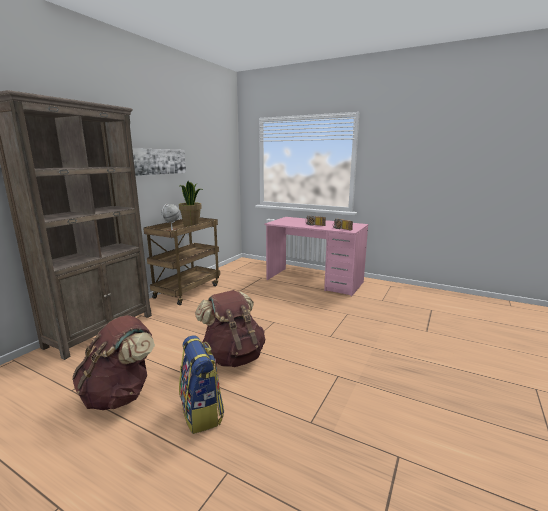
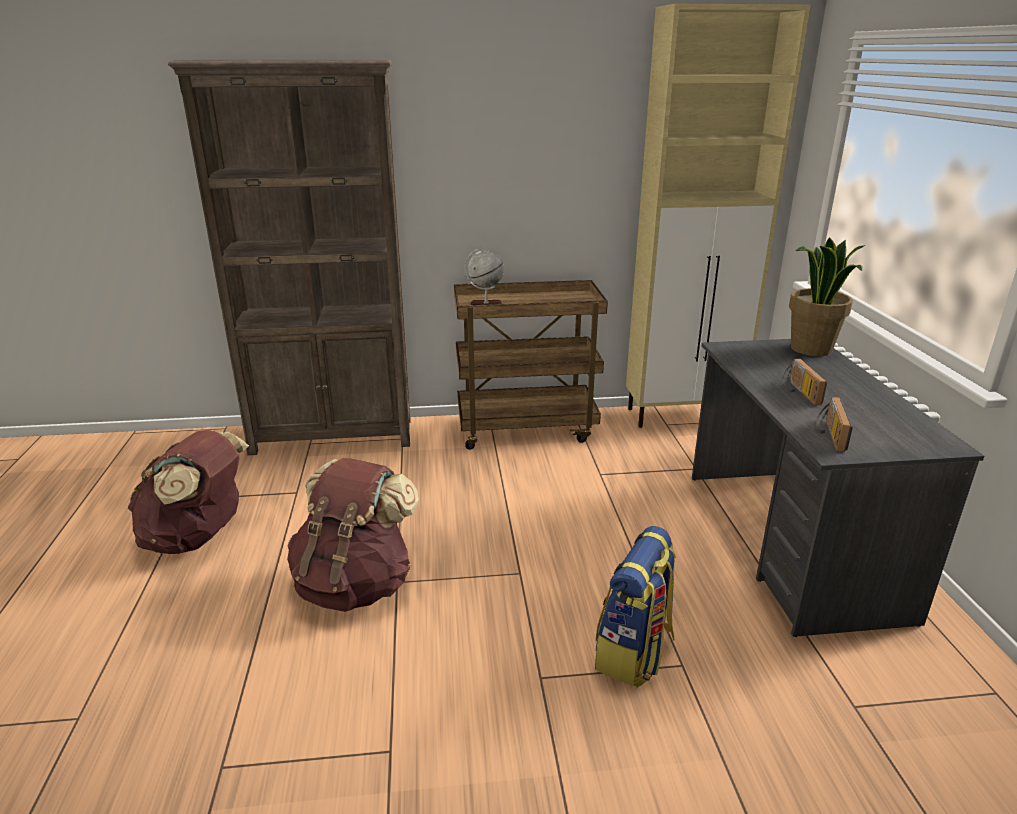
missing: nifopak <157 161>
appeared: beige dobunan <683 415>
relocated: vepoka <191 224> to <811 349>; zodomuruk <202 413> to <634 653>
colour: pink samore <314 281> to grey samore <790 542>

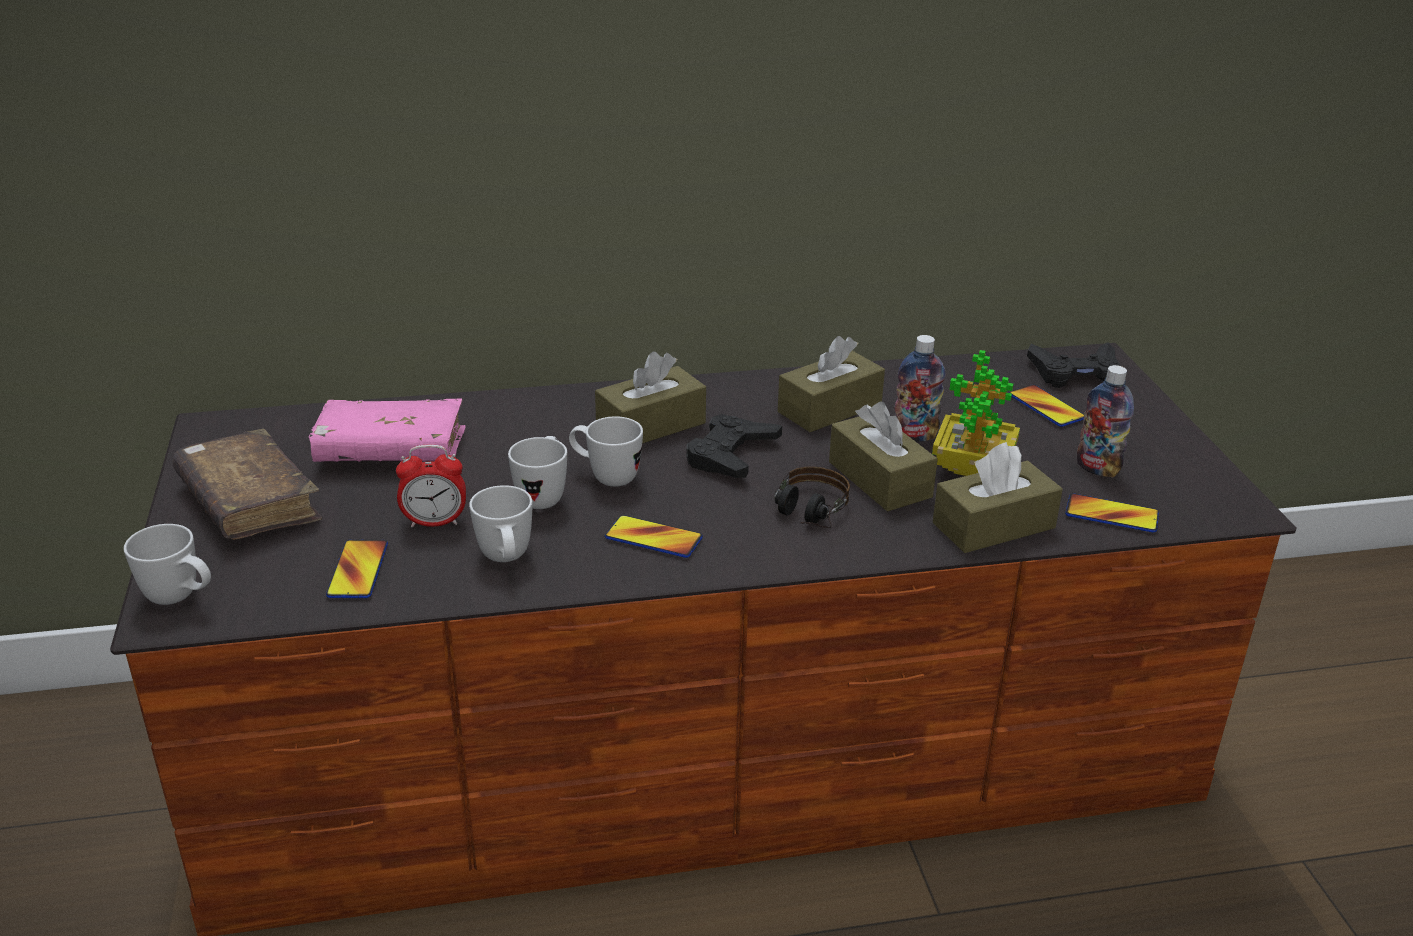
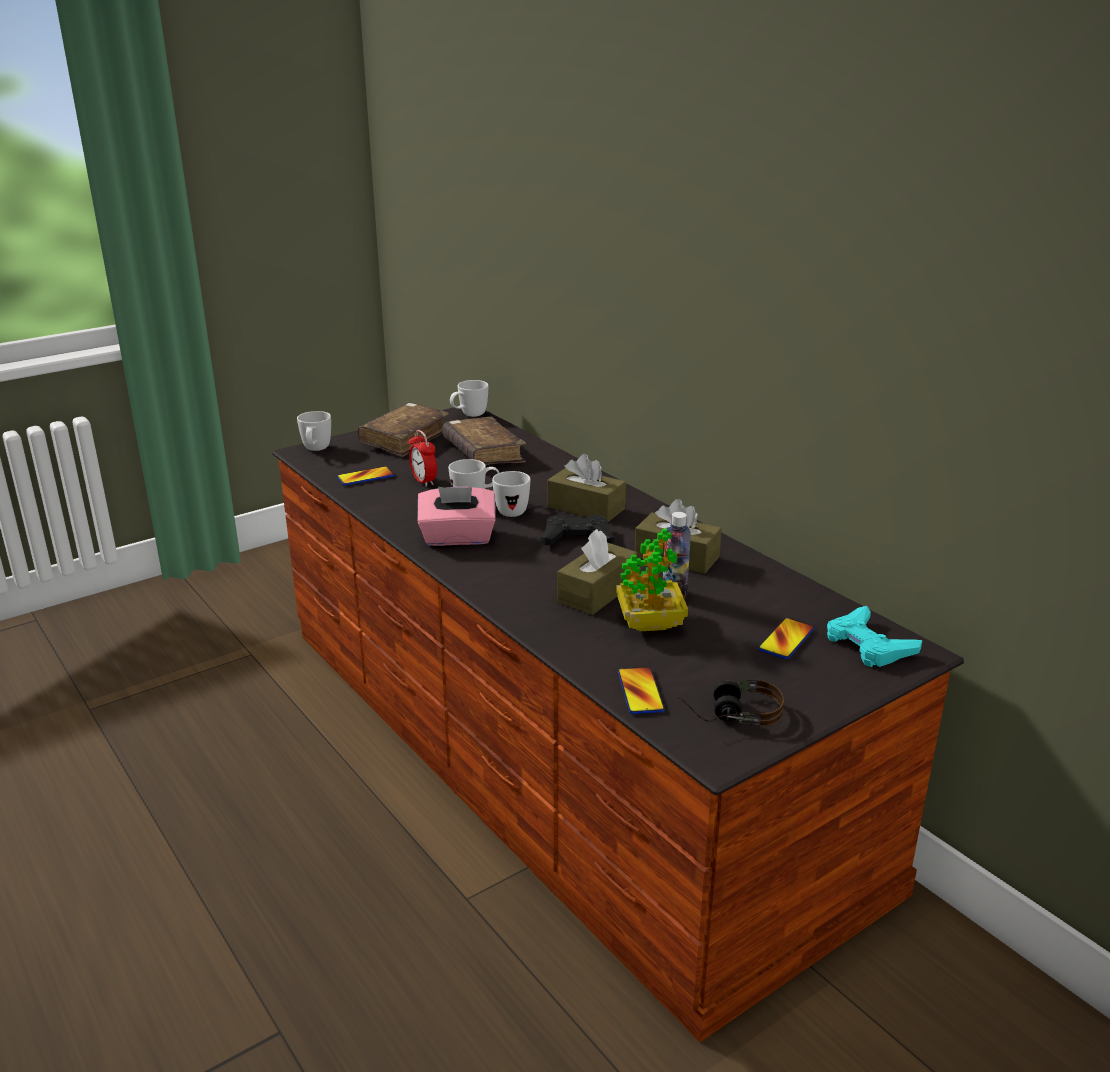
missing: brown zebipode <993 525>; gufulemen <1097 468>
relocated: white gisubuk <506 560> to <469 415>; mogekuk <806 517> to <729 714>
exchanged: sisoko <653 538> to pink zebipode <457 538>
colour: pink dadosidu <390 450> to brown dadosidu <483 453>; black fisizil <1076 373> to turquoise fisizil <868 645>

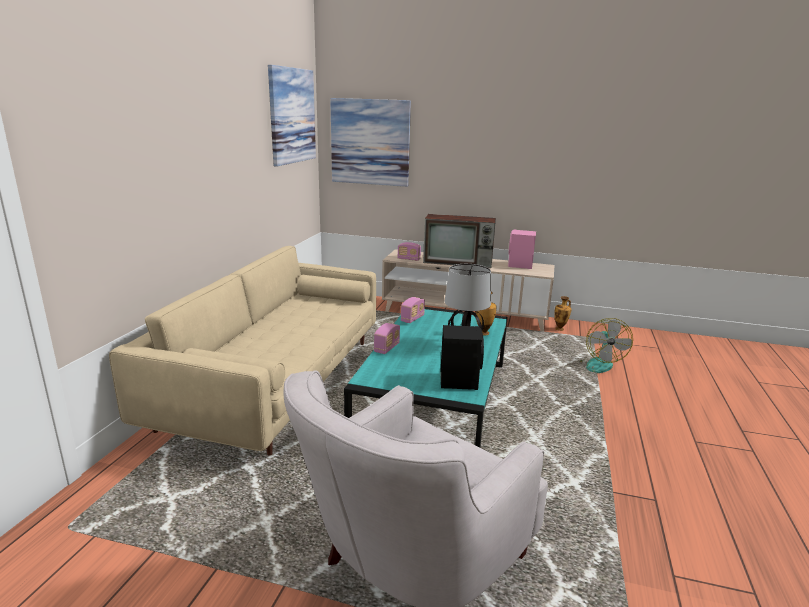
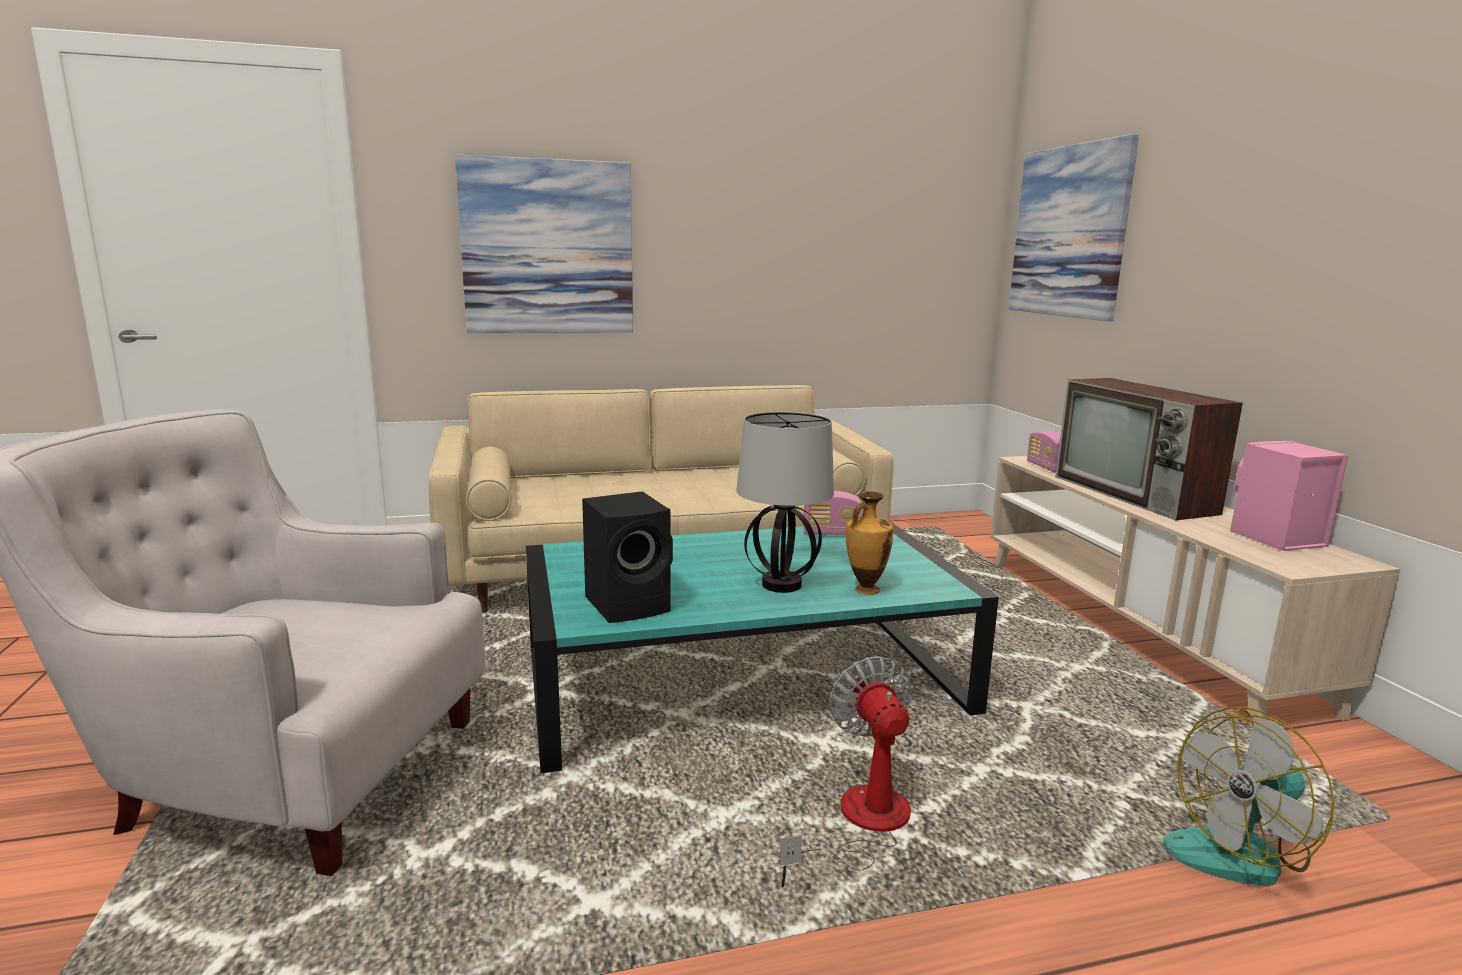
missing: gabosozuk <387 348>; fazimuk <560 329>
appeared: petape <860 825>
relocated: nifopak <292 116> to <548 247>

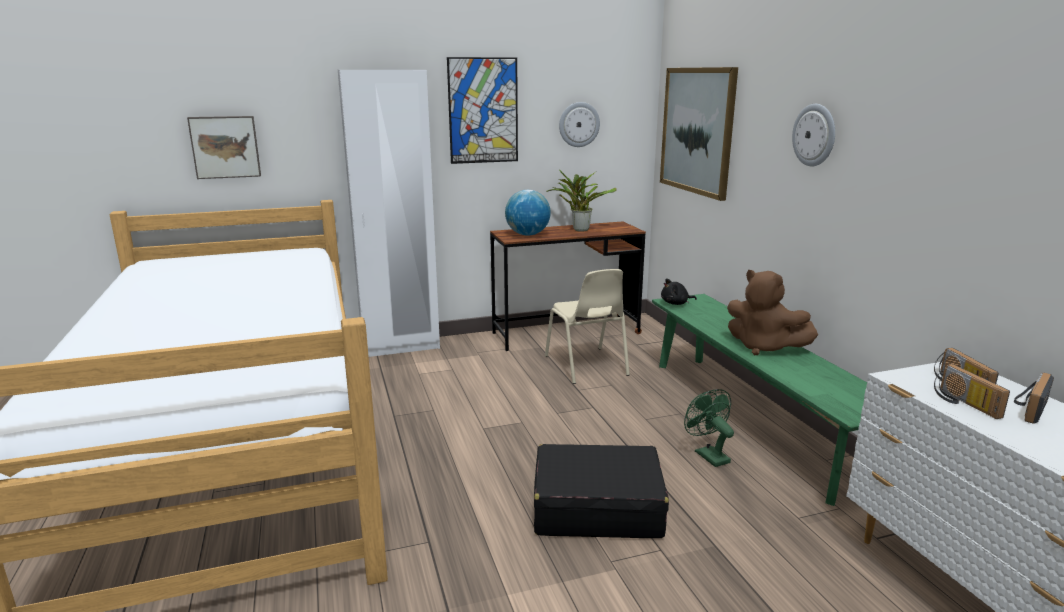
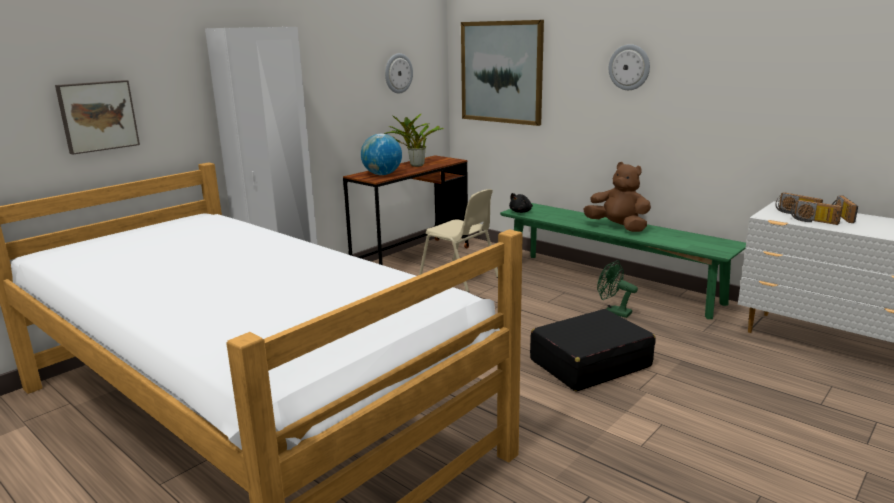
missing: nifopak <483 111>
spun: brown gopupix <763 347> = <618 227> 150 degrees counterclockwise

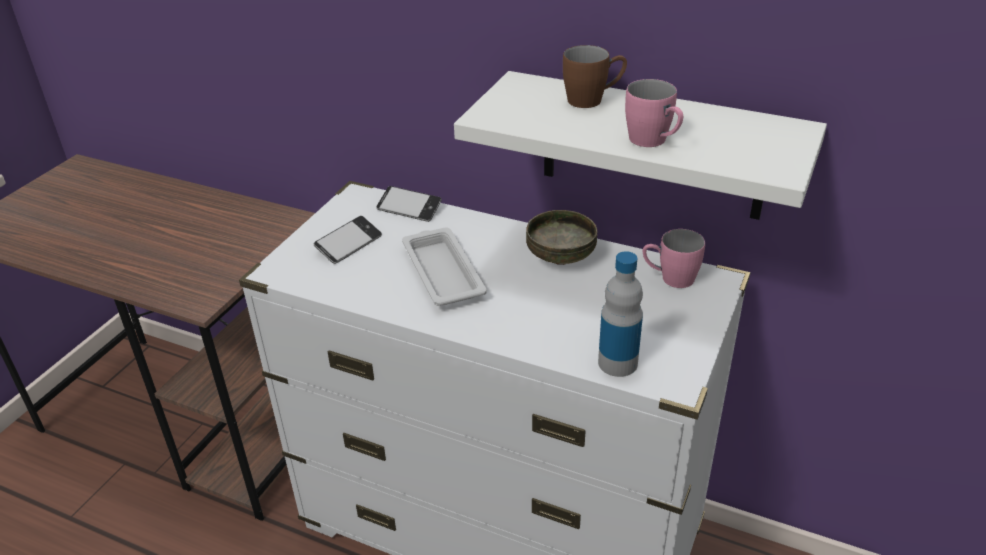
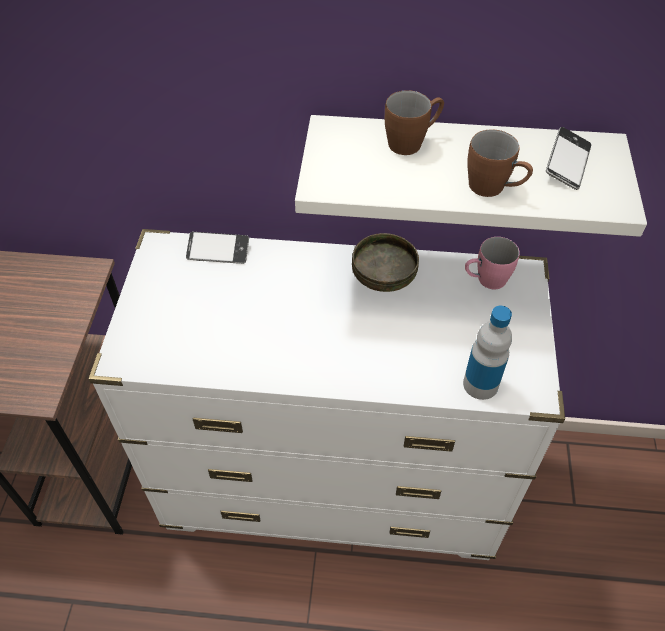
missing: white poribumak <442 271>
relocated: sisoko <349 244> to <567 163>
colour: pink gisubuk <653 142> to brown gisubuk <494 189>

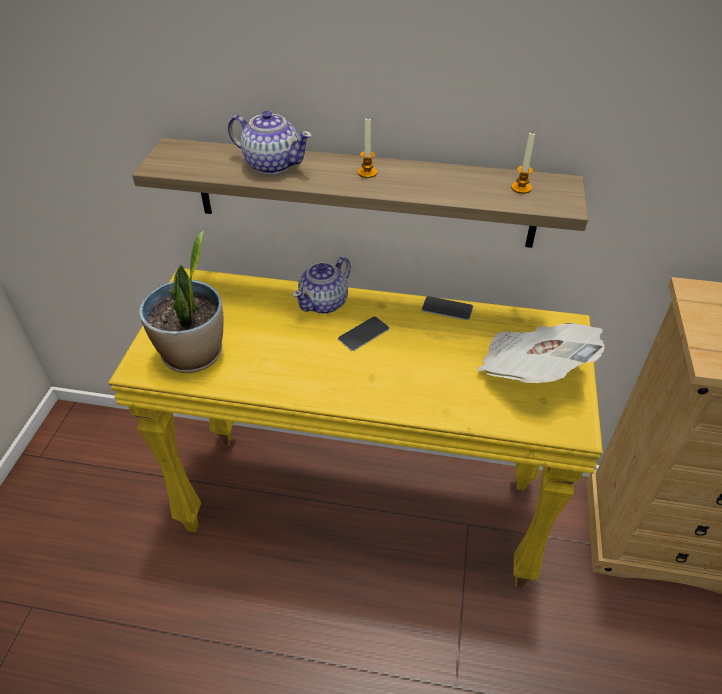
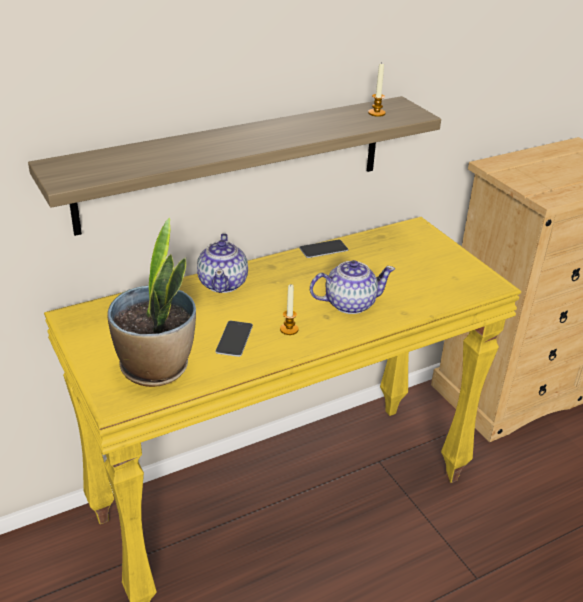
missing: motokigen <531 370>
relocated: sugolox <272 164> to <349 304>; sisoko <363 333> to <234 338>; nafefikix <367 173> to <289 329>

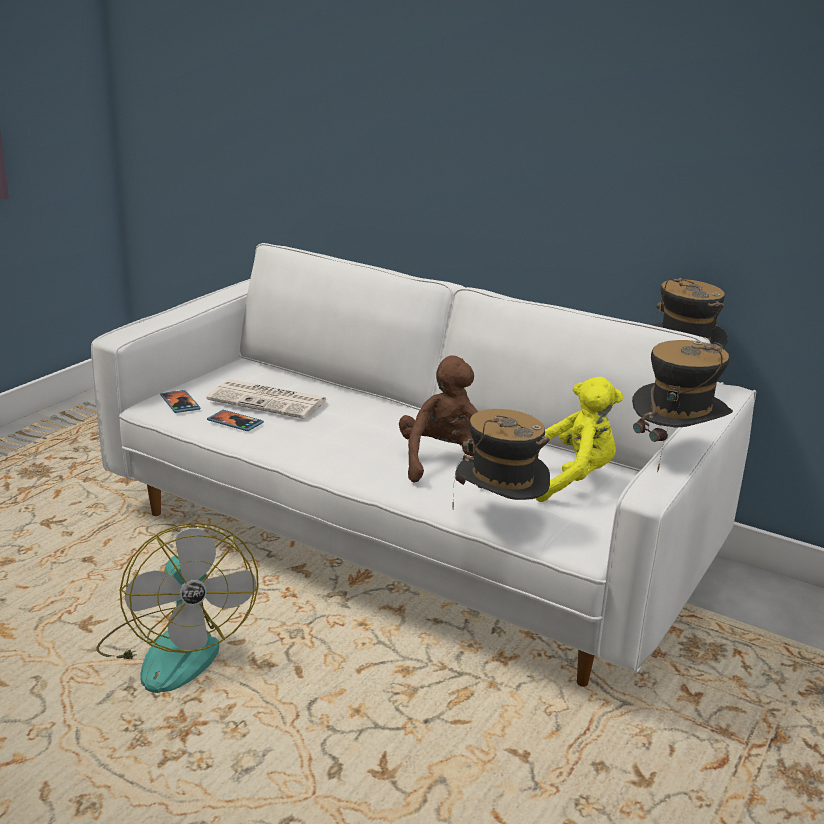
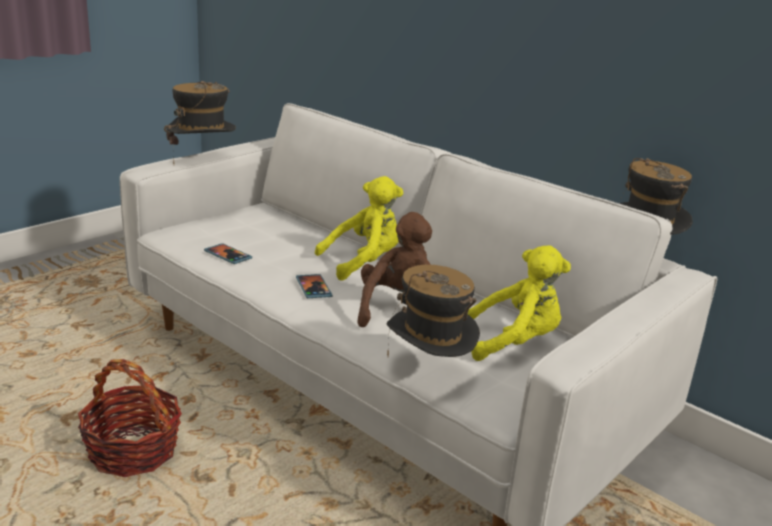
missing: motokigen <269 400>
appeared: yellow gopupix <363 263>
relocated: sisoko <180 403> to <313 288>; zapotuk <673 453> to <202 160>
exchanged: petape <175 648> to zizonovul <133 450>

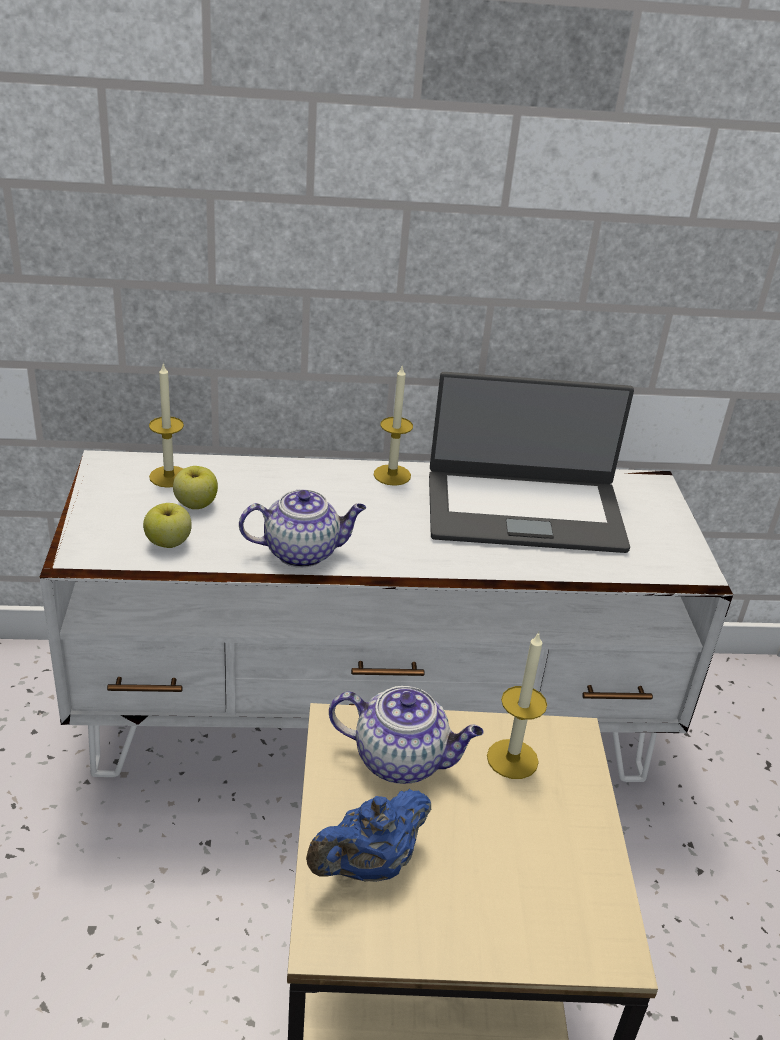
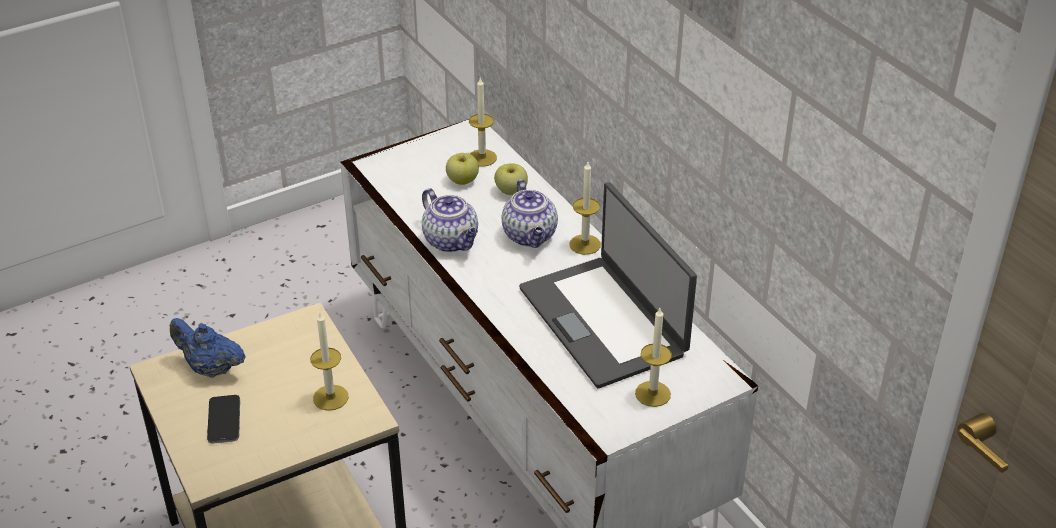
appeared: sisoko <224 420>; nafefikix <652 394>
relocated: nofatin <168 543> to <511 191>; sugolox <402 760> to <530 236>

